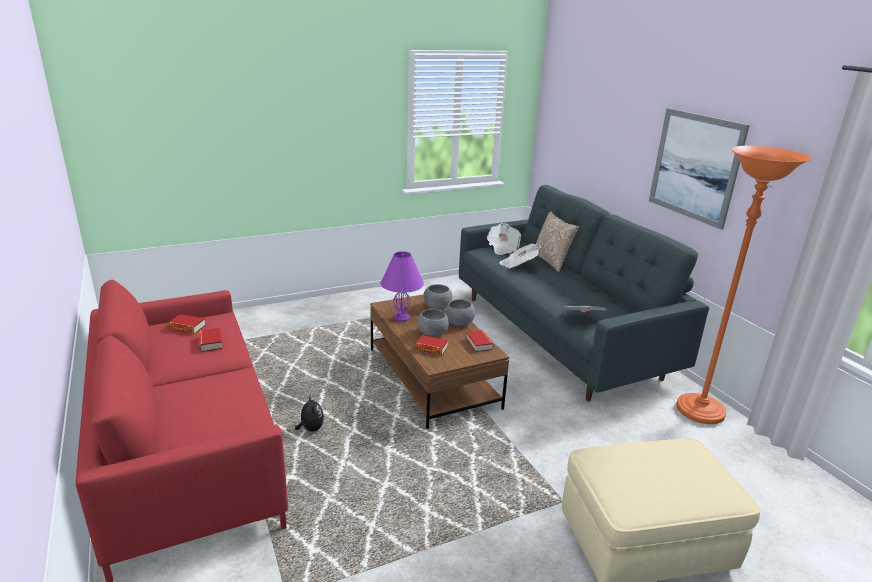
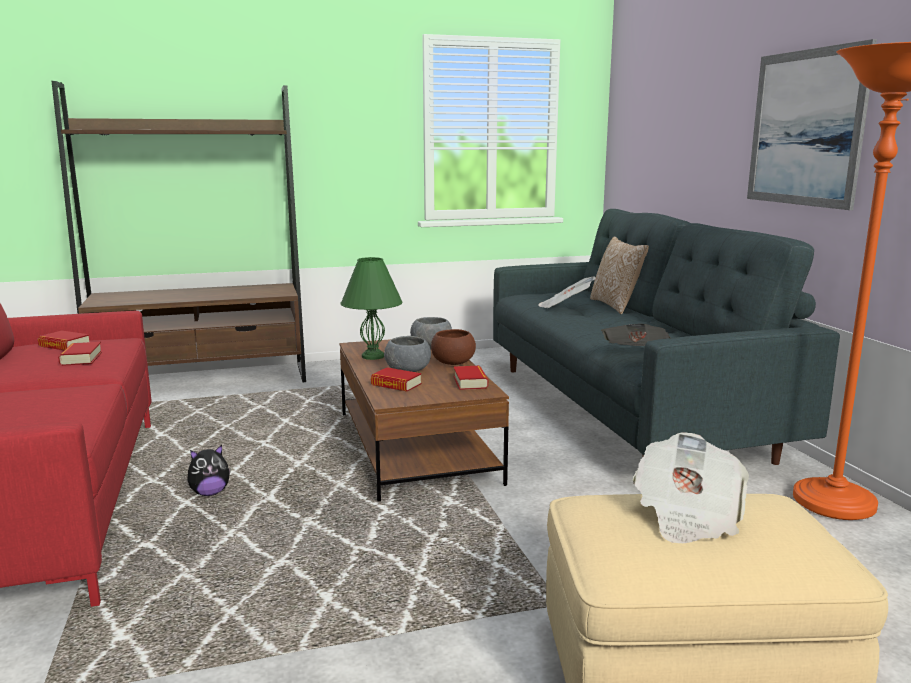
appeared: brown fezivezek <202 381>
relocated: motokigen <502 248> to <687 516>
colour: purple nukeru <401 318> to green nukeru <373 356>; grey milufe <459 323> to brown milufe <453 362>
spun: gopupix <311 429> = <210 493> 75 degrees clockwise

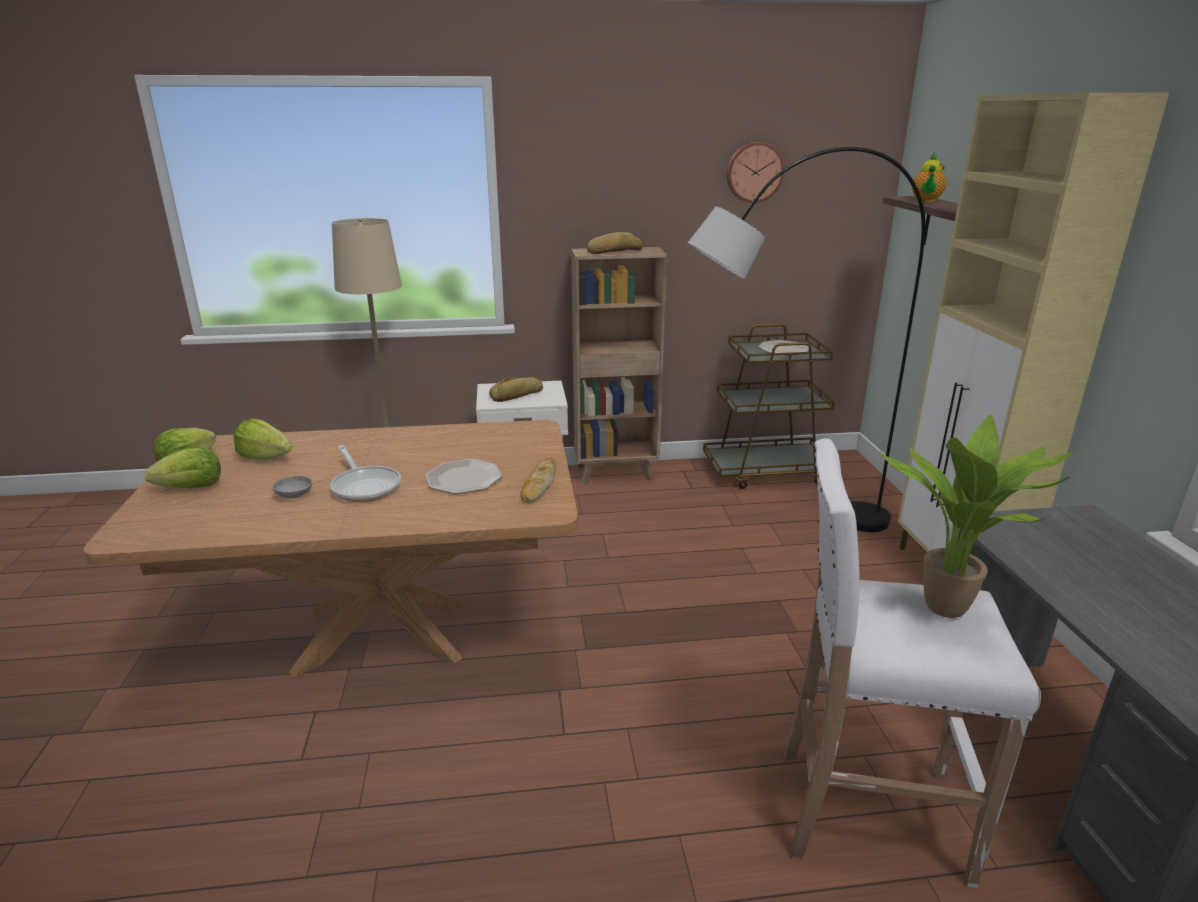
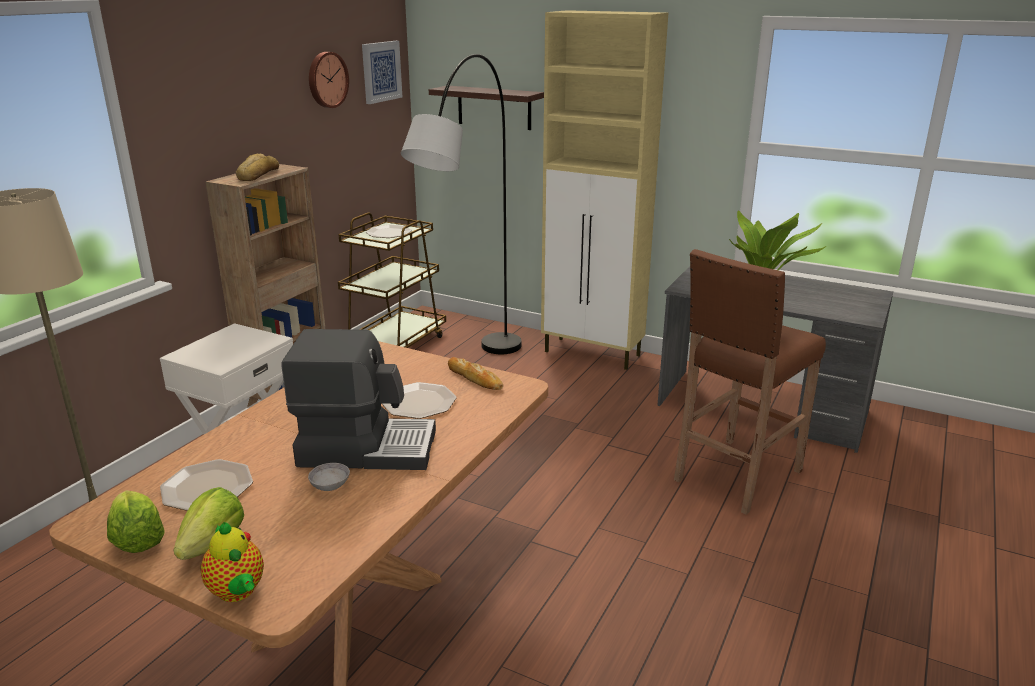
missing: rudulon <518 395>
appeared: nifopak <381 71>
relocated: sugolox <926 201> to <238 592>
exchanged: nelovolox <265 457> to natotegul <206 487>; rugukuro <365 486> to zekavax <366 447>
colour: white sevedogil <866 812> to brown sevedogil <735 476>

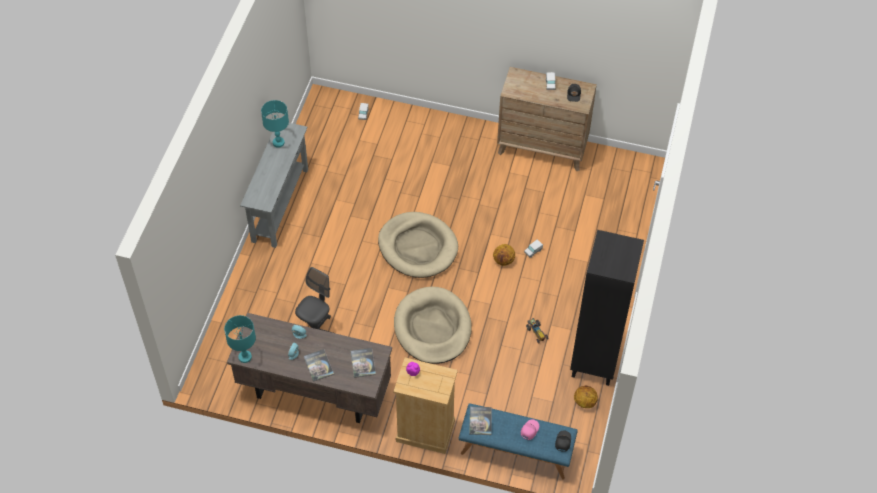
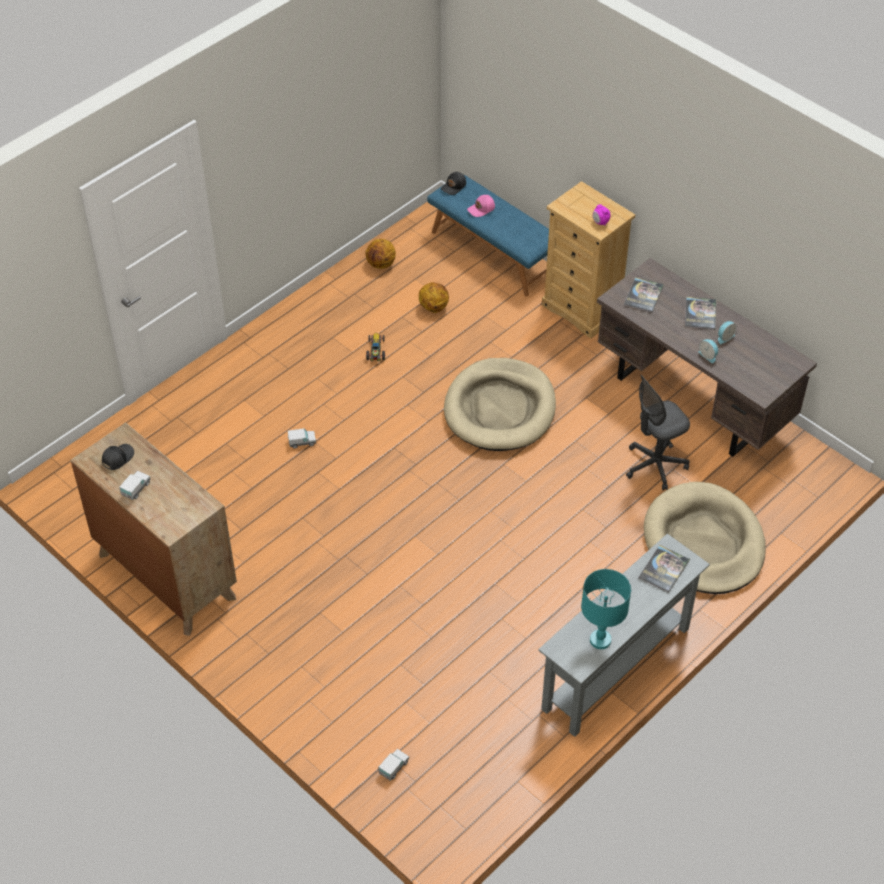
missing: turquoise nukeru <245 357>; black fezivezek <595 362>
relocated: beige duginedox <417 247> to <704 542>; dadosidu <480 421> to <664 569>; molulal <503 261> to <433 307>

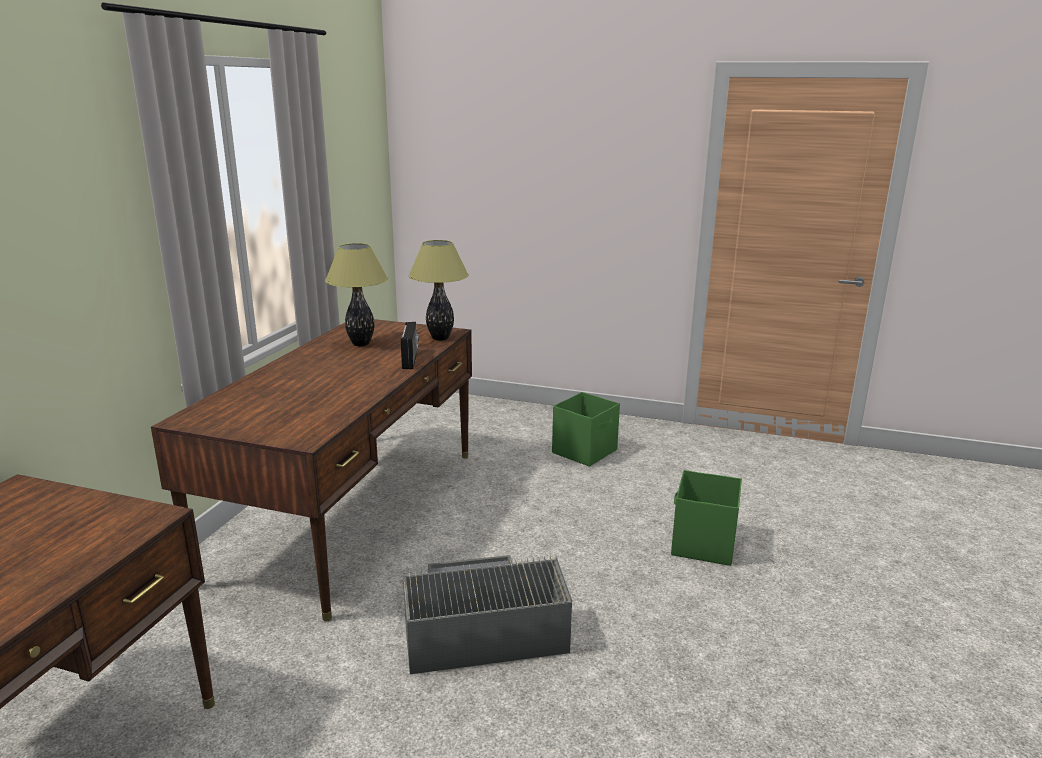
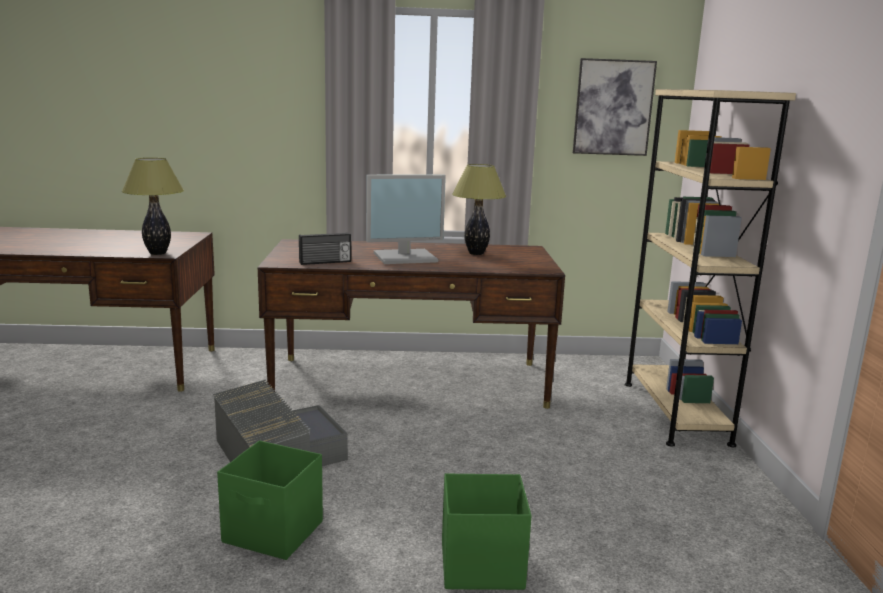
appeared: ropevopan <406 257>; nifopak <613 107>; beige fezivezek <675 412>
relocated: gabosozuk <411 359> to <325 262>; nukeru <440 338> to <158 253>; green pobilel <585 451> to <274 533>

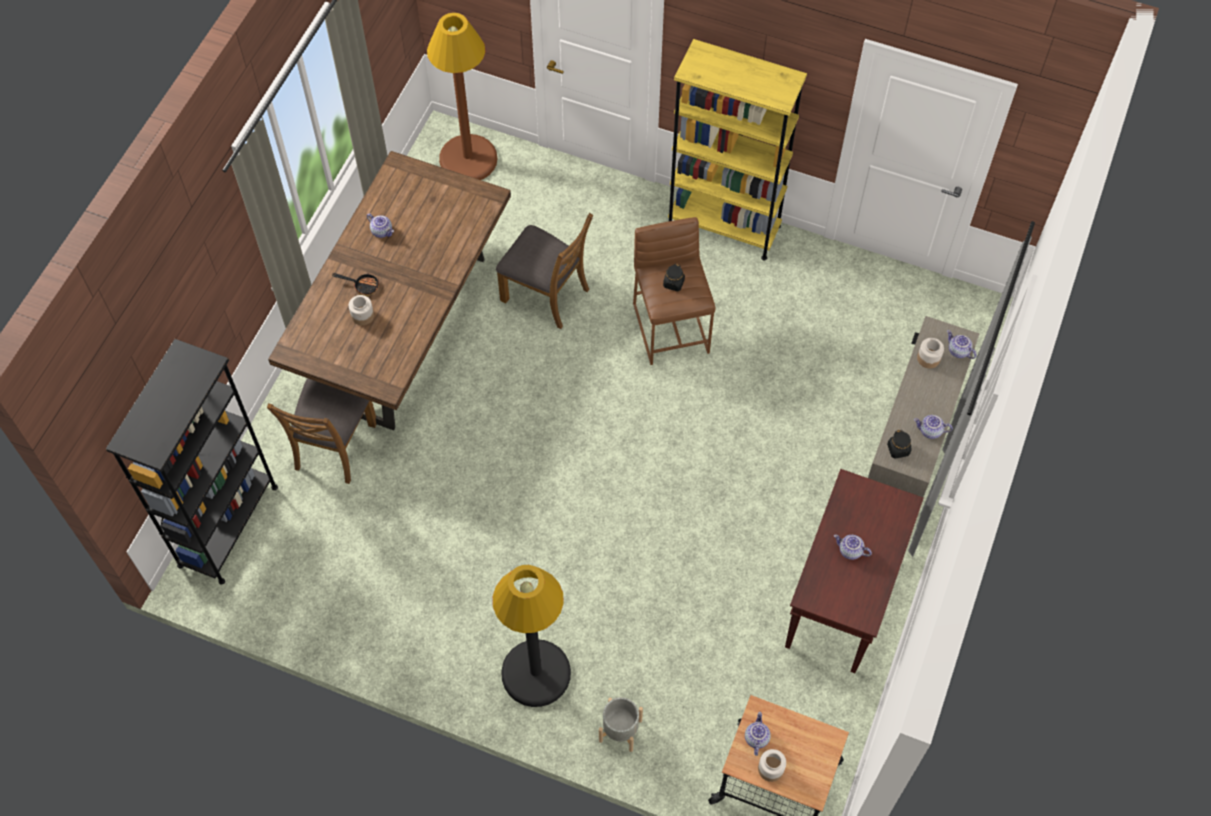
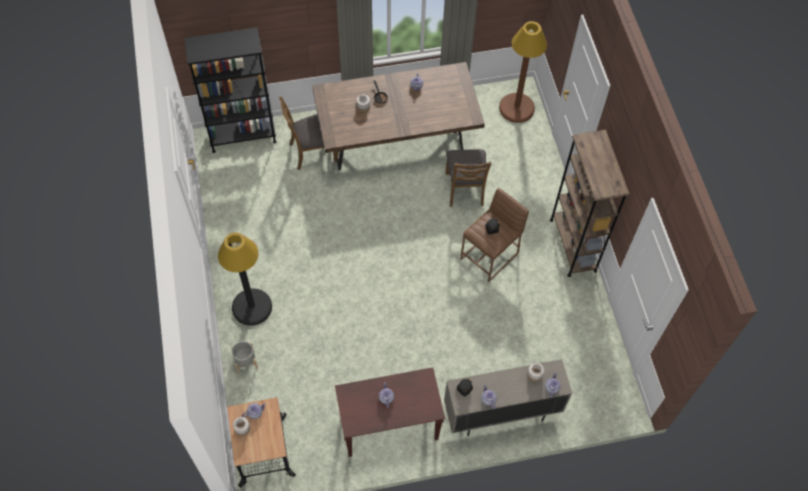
colour: yellow fezivezek <723 226> to brown fezivezek <573 245>

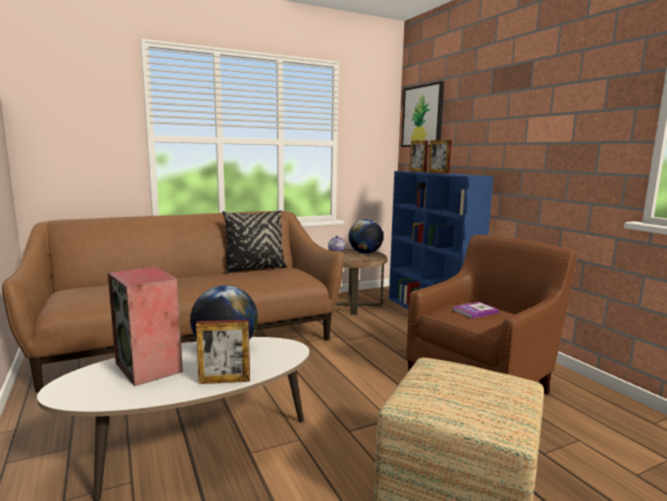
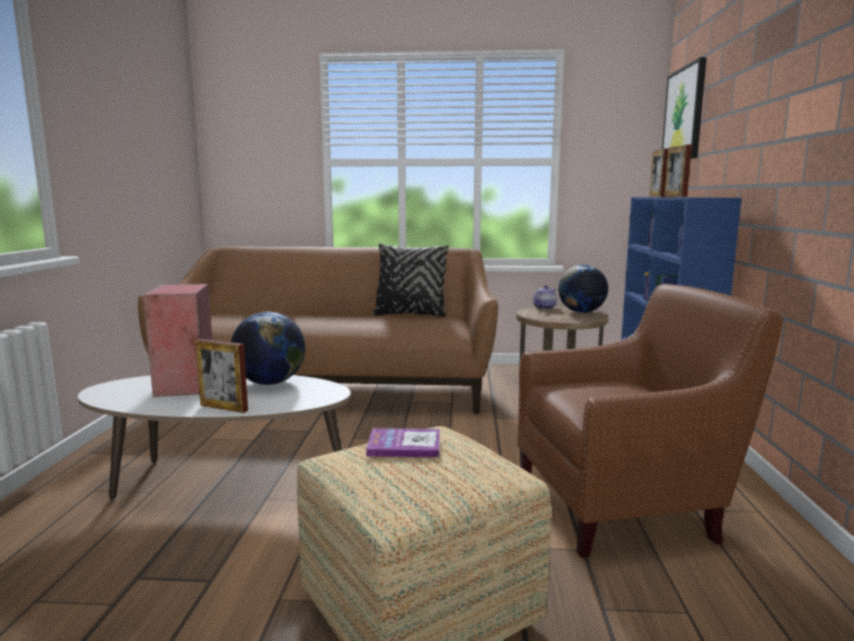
relocated: dadosidu <475 311> to <404 445>

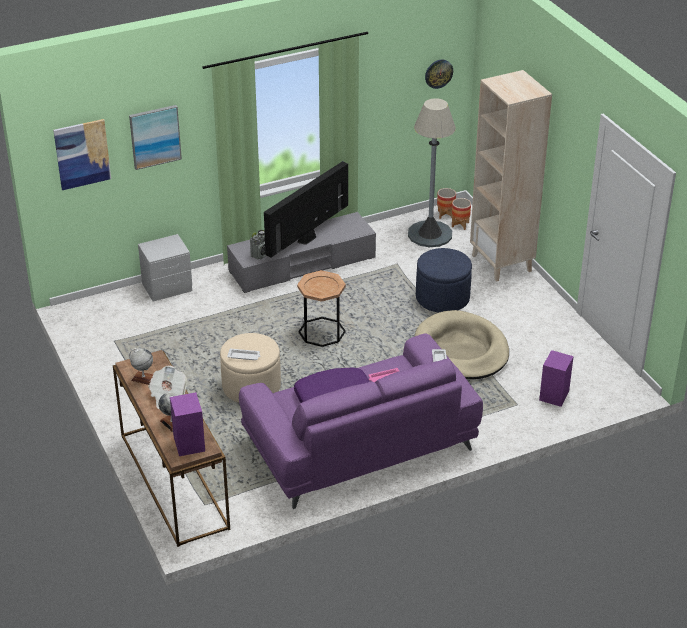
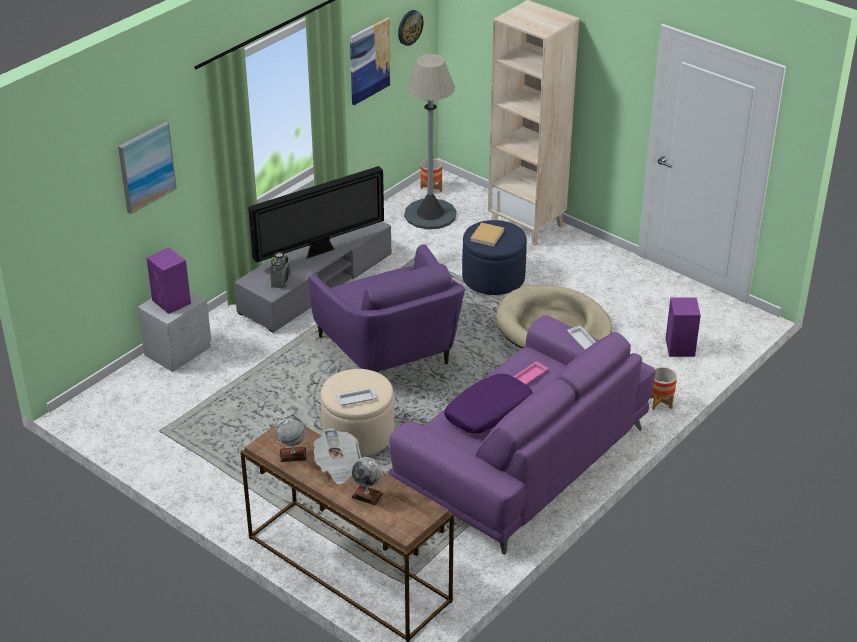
appeared: beige dadosidu <487 235>
relocated: nifopak <82 154> to <369 61>; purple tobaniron <189 444> to <172 302>; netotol <460 224> to <660 403>
exchanged: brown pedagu <322 332> to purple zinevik <392 351>
spun: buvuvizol <307 239> = <320 251> 135 degrees counterclockwise

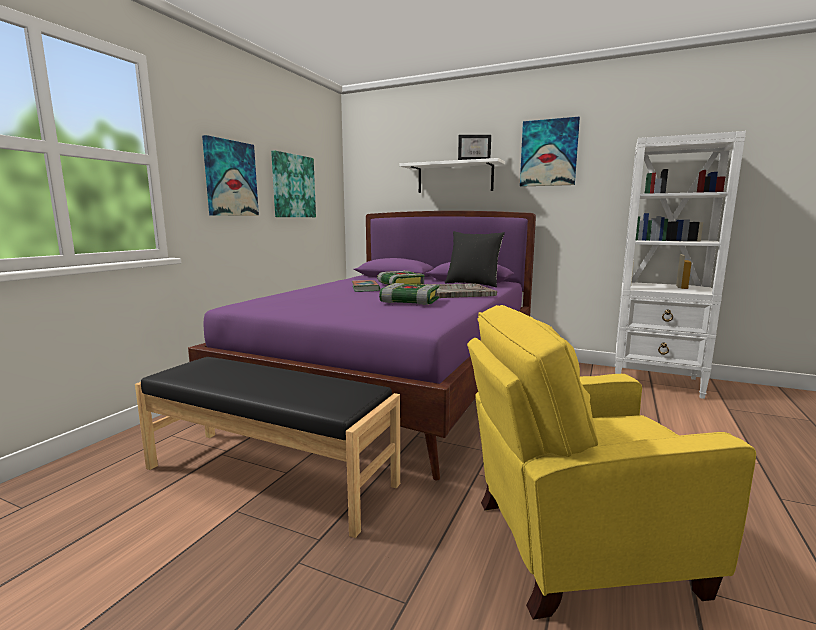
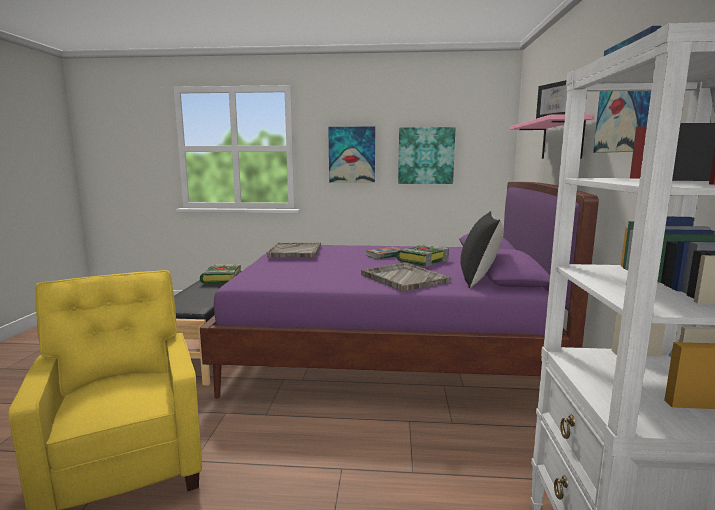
appeared: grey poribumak <295 251>
relocated: dadosidu <409 301> to <221 279>
colour: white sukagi <455 177> to pink sukagi <561 139>

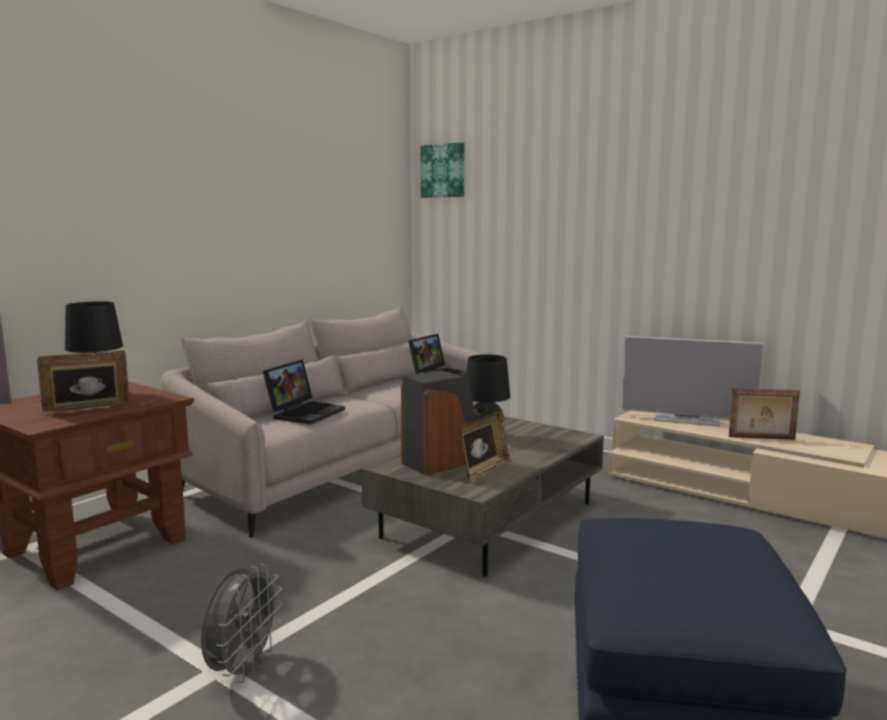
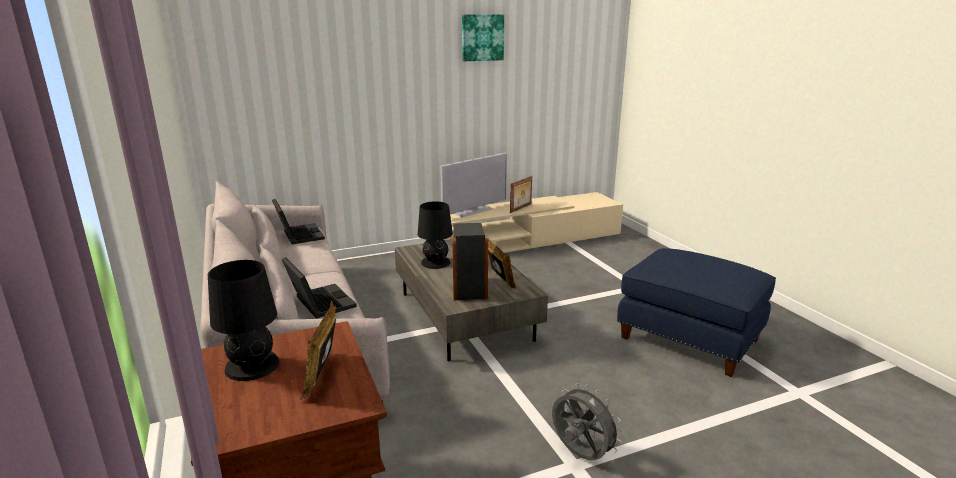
relocated: nifopak <443 171> to <482 37>

